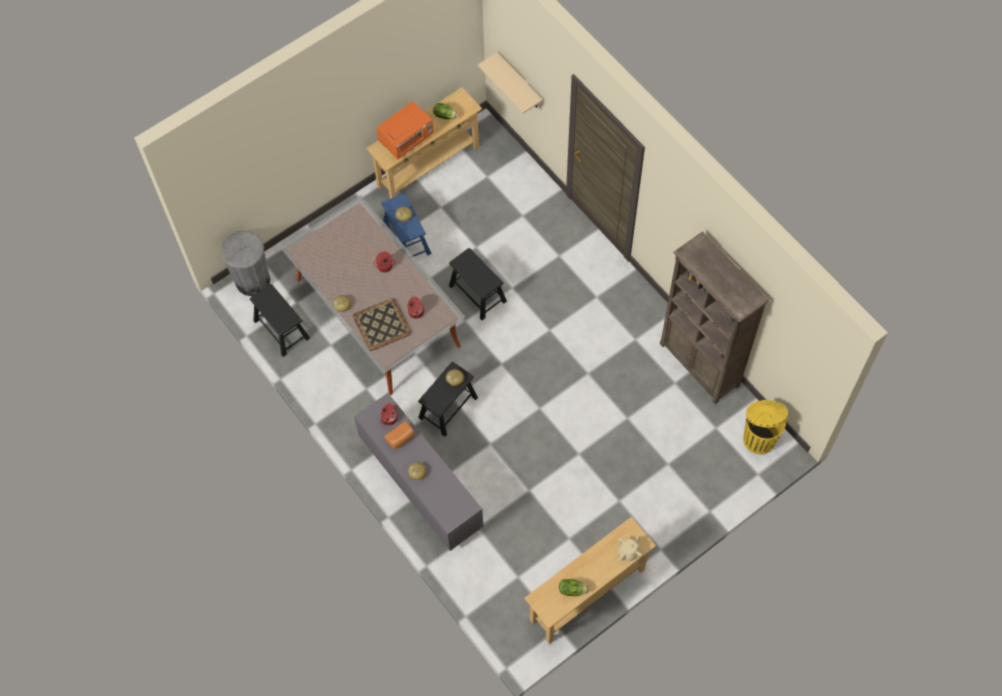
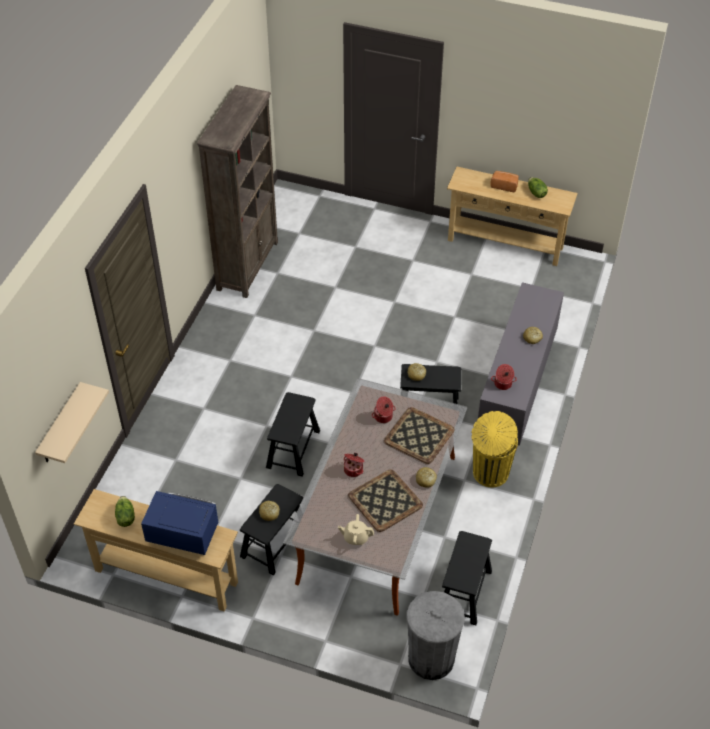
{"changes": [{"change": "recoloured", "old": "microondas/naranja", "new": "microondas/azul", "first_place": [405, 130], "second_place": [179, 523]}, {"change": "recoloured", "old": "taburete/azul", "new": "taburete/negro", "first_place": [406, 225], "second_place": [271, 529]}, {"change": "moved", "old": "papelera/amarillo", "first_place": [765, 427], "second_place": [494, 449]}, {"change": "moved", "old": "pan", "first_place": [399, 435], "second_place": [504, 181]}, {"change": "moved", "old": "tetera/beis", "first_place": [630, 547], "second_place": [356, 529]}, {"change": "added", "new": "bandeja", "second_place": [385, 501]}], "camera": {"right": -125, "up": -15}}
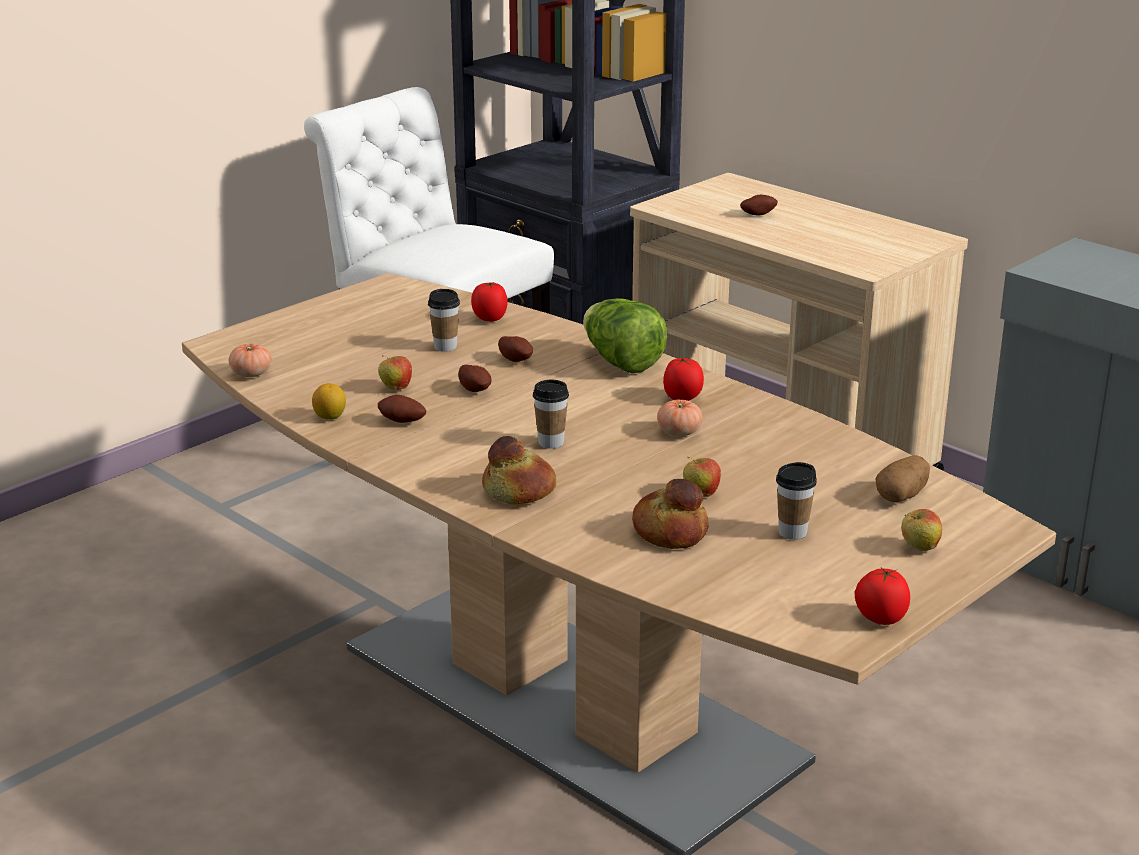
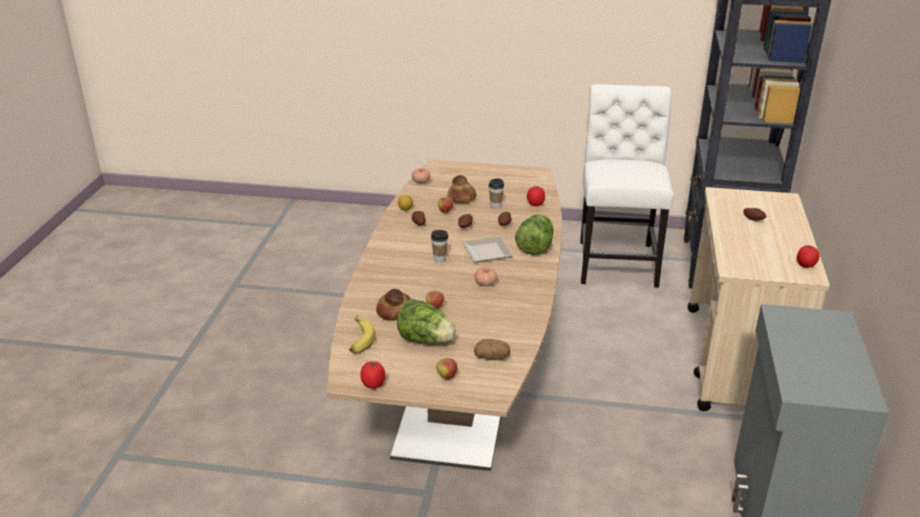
{"changes": [{"change": "moved", "old": "tomate", "first_place": [683, 379], "second_place": [808, 256]}, {"change": "moved", "old": "pan", "first_place": [519, 470], "second_place": [461, 189]}, {"change": "replaced", "old": "taza", "new": "lechuga", "first_place": [796, 501], "second_place": [426, 321]}, {"change": "added", "new": "plato", "second_place": [488, 249]}, {"change": "added", "new": "plátano", "second_place": [362, 334]}], "camera": {"right": 55, "up": 5}}
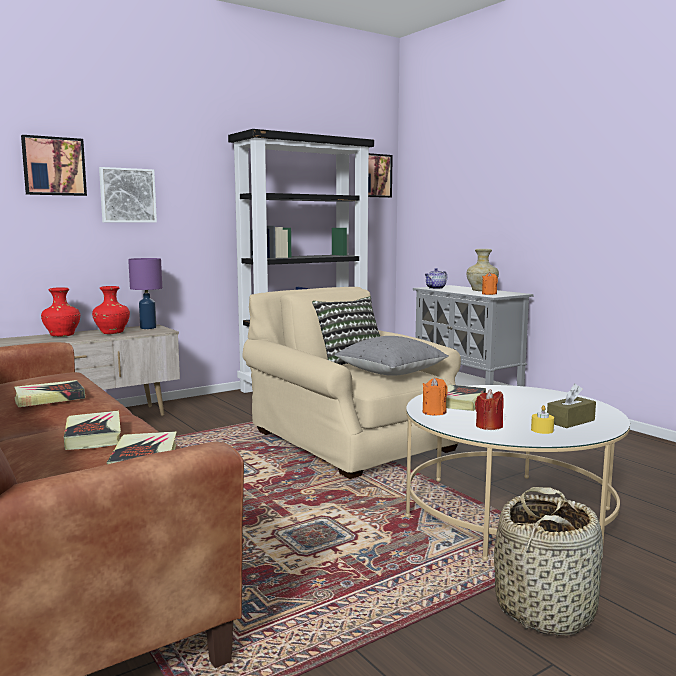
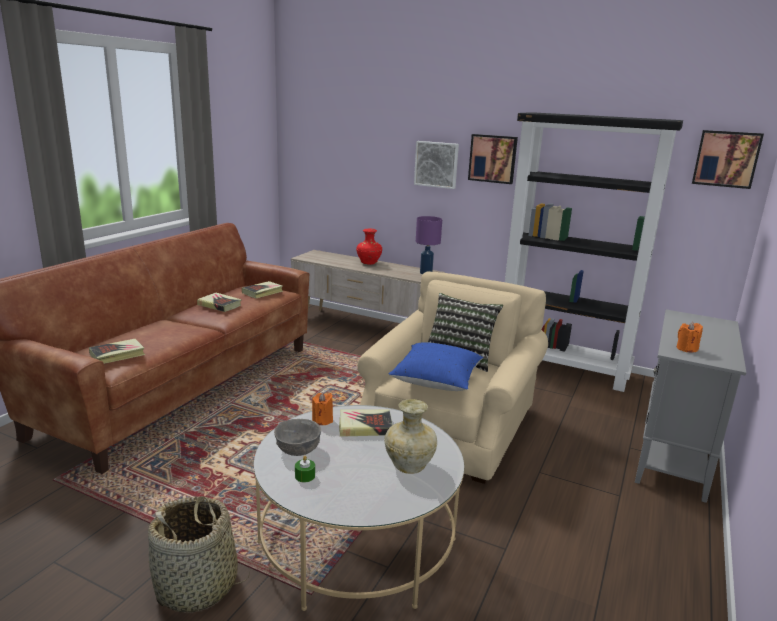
{"changes": [{"change": "moved", "old": "cuadro", "first_place": [54, 165], "second_place": [493, 159]}, {"change": "moved", "old": "florero/beis", "first_place": [482, 270], "second_place": [410, 436]}, {"change": "removed", "old": "tetera", "first_place": [436, 278]}, {"change": "removed", "old": "florero/rojo", "first_place": [111, 310]}, {"change": "recoloured", "old": "cojín/gris", "new": "cojín/azul", "first_place": [392, 356], "second_place": [436, 366]}, {"change": "removed", "old": "caja de pañuelos/marrón", "first_place": [571, 406]}, {"change": "replaced", "old": "vela/rojo", "new": "cuenco/gris", "first_place": [489, 409], "second_place": [297, 437]}, {"change": "recoloured", "old": "vela/amarillo", "new": "vela/verde", "first_place": [542, 419], "second_place": [305, 469]}, {"change": "moved", "old": "libro", "first_place": [92, 430], "second_place": [262, 289]}], "camera": {"right": 60, "up": 10}}
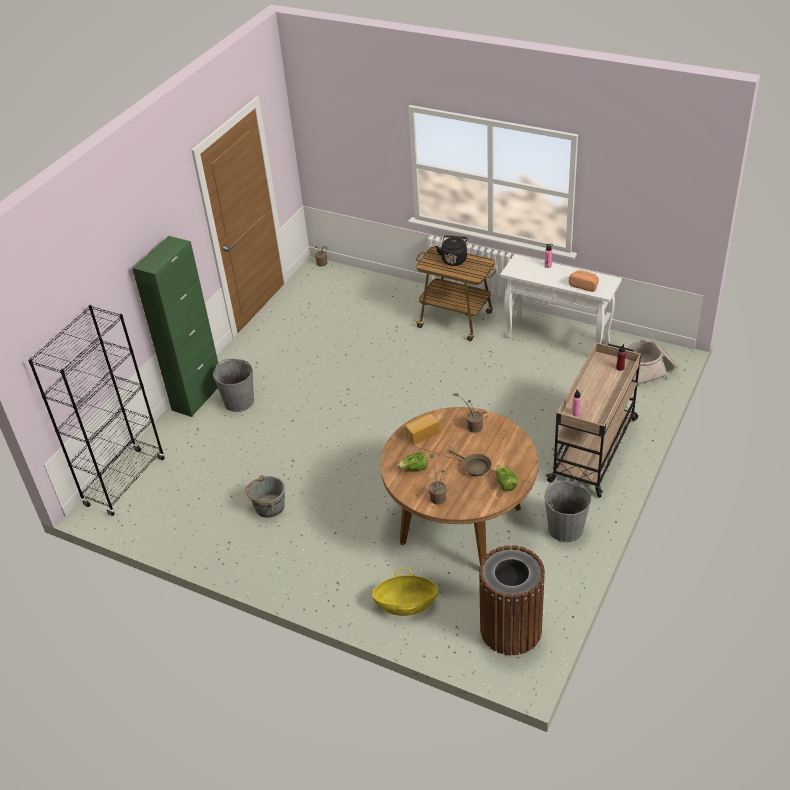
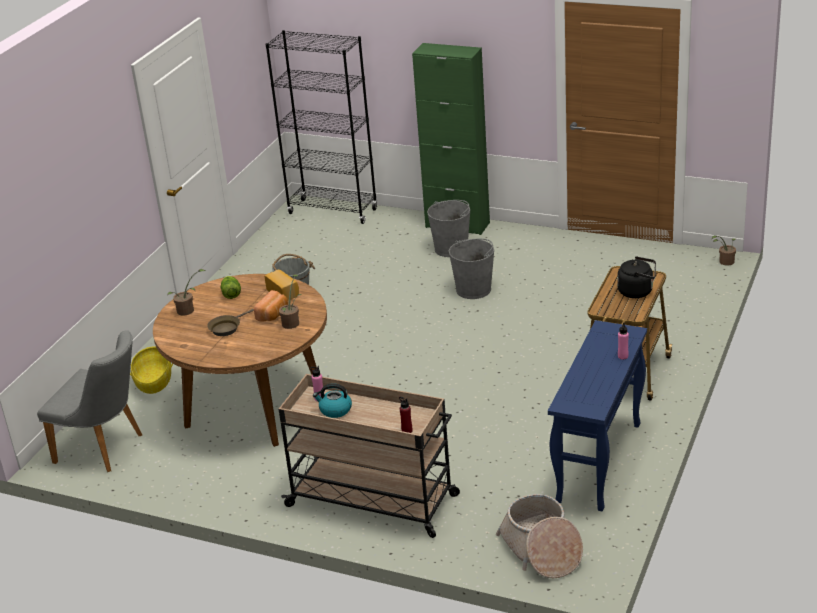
{"changes": [{"change": "recoloured", "old": "mesa consola/blanco", "new": "mesa consola/azul", "first_place": [561, 299], "second_place": [597, 415]}, {"change": "moved", "old": "pan", "first_place": [584, 281], "second_place": [271, 306]}, {"change": "removed", "old": "lechuga", "first_place": [507, 478]}, {"change": "moved", "old": "cubo/gris", "first_place": [567, 511], "second_place": [471, 268]}, {"change": "replaced", "old": "papelera/marrón", "new": "silla/gris", "first_place": [512, 600], "second_place": [89, 401]}, {"change": "added", "new": "hervidor", "second_place": [332, 400]}], "camera": {"right": 85, "up": -10}}
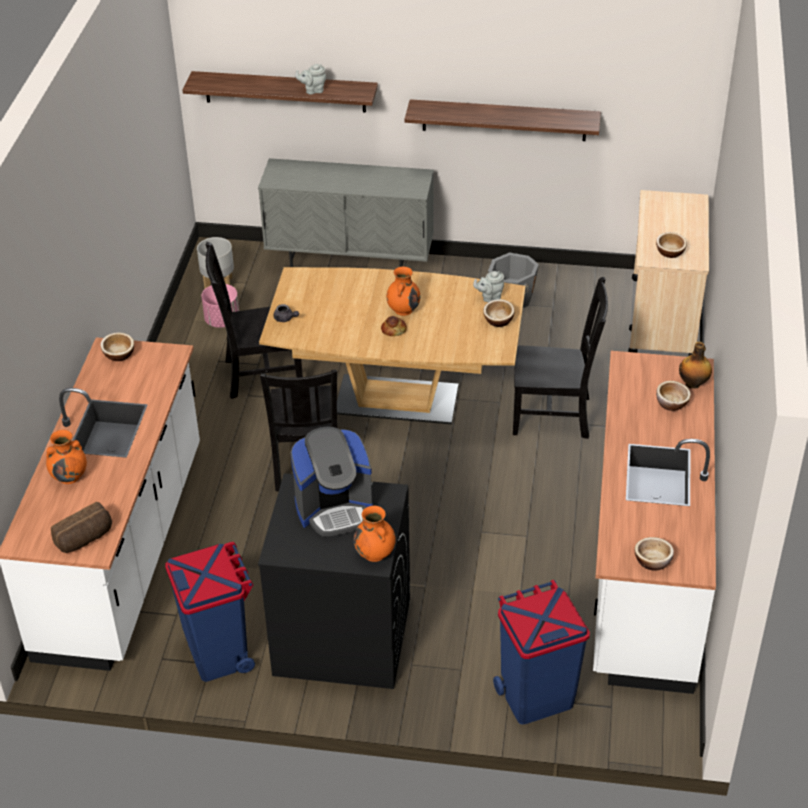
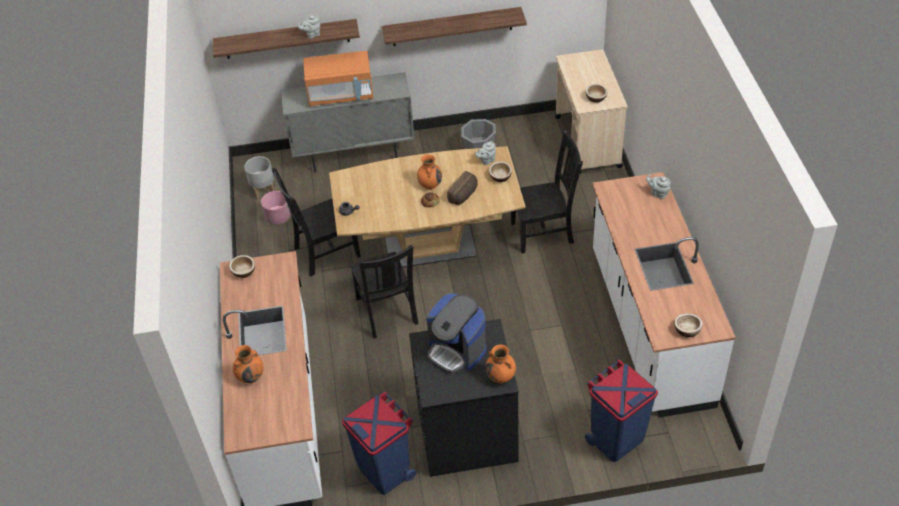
{"changes": [{"change": "replaced", "old": "botella", "new": "tetera/gris", "first_place": [695, 365], "second_place": [658, 186]}, {"change": "removed", "old": "cuenco", "first_place": [673, 396]}, {"change": "turned", "old": "cafetera", "first_place": [332, 481], "second_place": [456, 333], "degrees": 75}, {"change": "moved", "old": "pan", "first_place": [81, 527], "second_place": [462, 188]}, {"change": "added", "new": "microondas/naranja", "second_place": [338, 78]}], "camera": {"right": -15, "up": 5}}
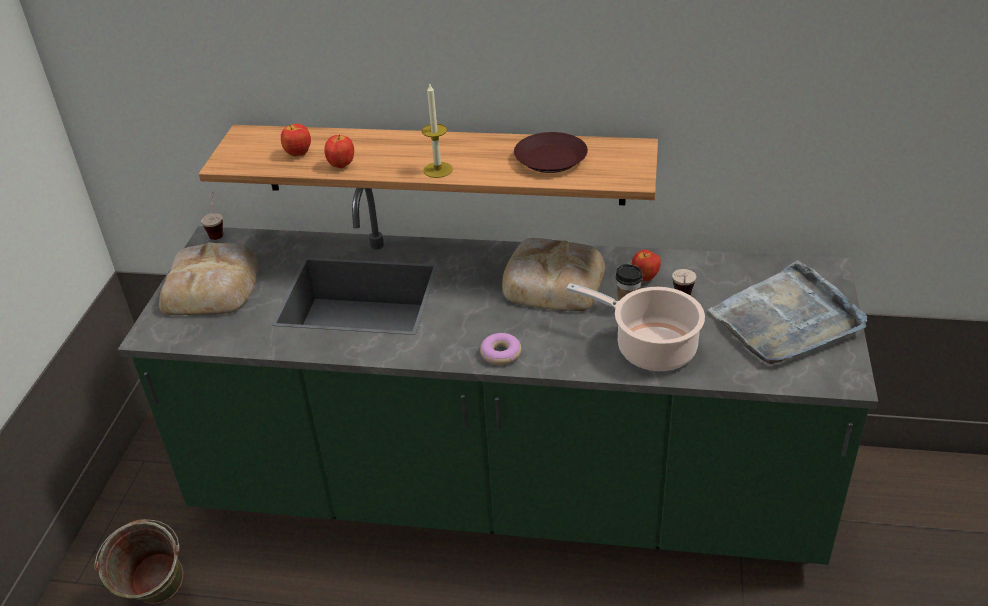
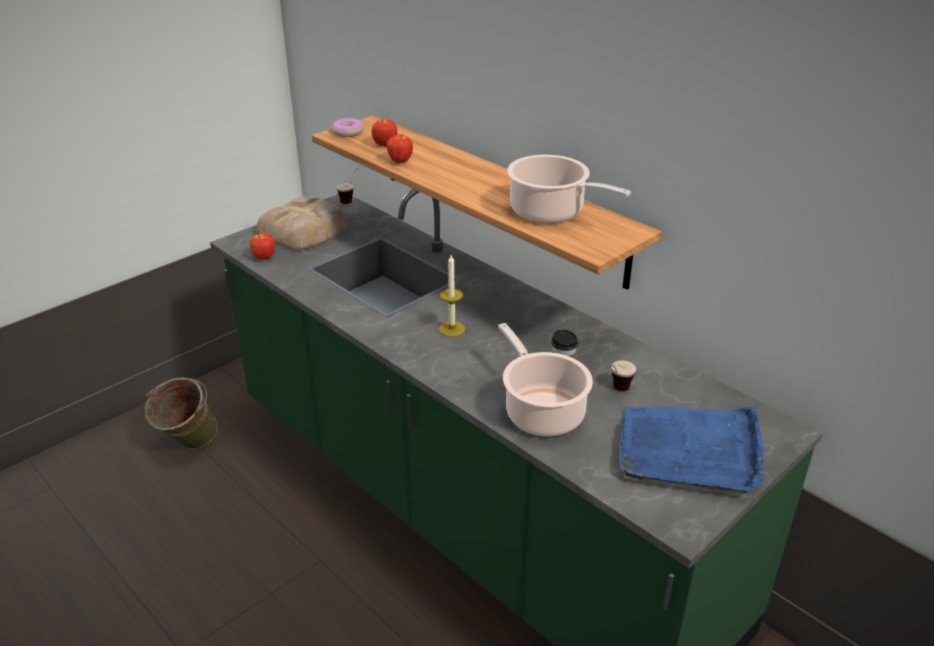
{"changes": [{"change": "moved", "old": "vela", "first_place": [437, 131], "second_place": [452, 296]}, {"change": "replaced", "old": "plato/marrón", "new": "olla", "first_place": [551, 152], "second_place": [569, 189]}, {"change": "removed", "old": "pan", "first_place": [553, 274]}, {"change": "moved", "old": "manzana", "first_place": [646, 265], "second_place": [262, 246]}, {"change": "recoloured", "old": "bandeja/gris", "new": "bandeja/azul", "first_place": [787, 312], "second_place": [691, 450]}, {"change": "moved", "old": "rosquilla", "first_place": [500, 349], "second_place": [347, 127]}], "camera": {"right": 35, "up": -5}}
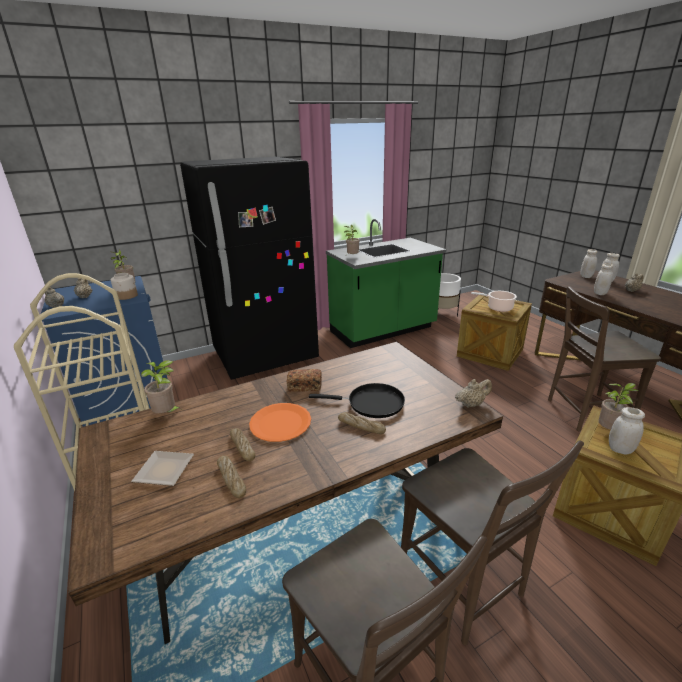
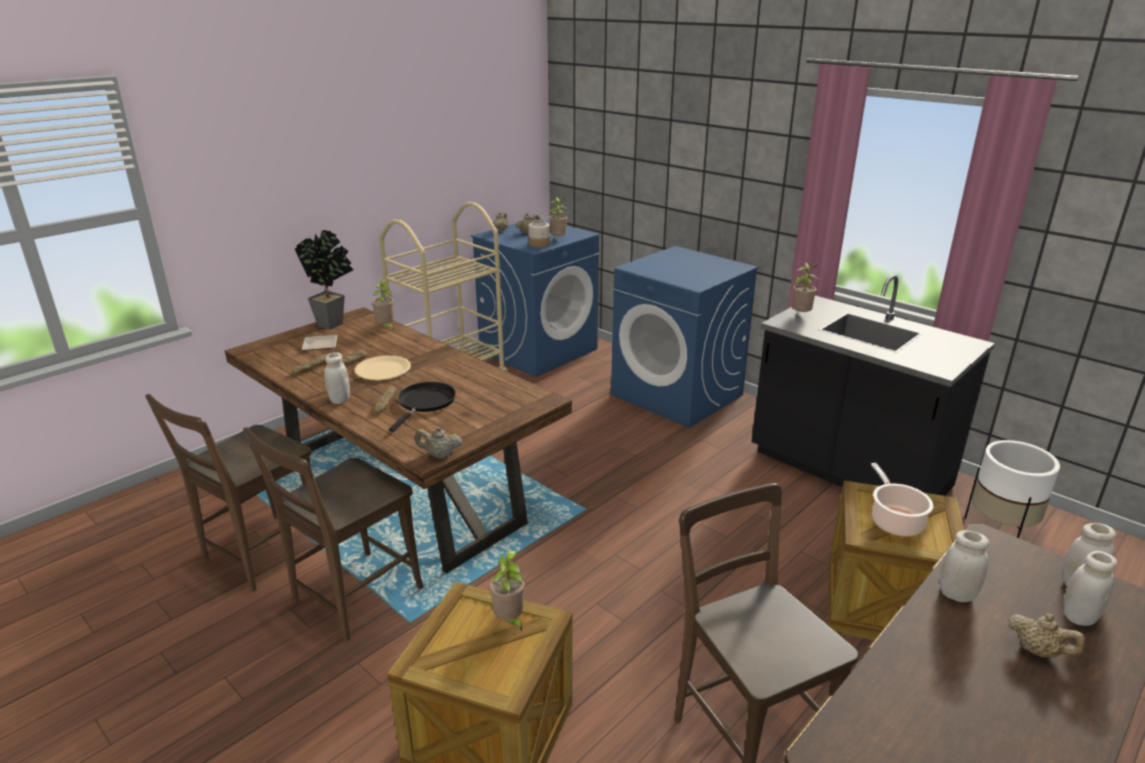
{"changes": [{"change": "replaced", "old": "nevera/negro", "new": "lavadora/azul", "first_place": [249, 268], "second_place": [685, 337]}, {"change": "recoloured", "old": "mueble bajo de cocina/verde", "new": "mueble bajo de cocina/negro", "first_place": [386, 283], "second_place": [873, 385]}, {"change": "removed", "old": "pan", "first_place": [304, 380]}, {"change": "turned", "old": "tetera/beis", "first_place": [473, 393], "second_place": [438, 443], "degrees": 135}, {"change": "turned", "old": "sartén/negro", "first_place": [357, 400], "second_place": [422, 407], "degrees": -150}, {"change": "recoloured", "old": "plato/naranja", "new": "plato/beis", "first_place": [280, 422], "second_place": [383, 368]}, {"change": "moved", "old": "tarro/blanco", "first_place": [627, 430], "second_place": [337, 378]}, {"change": "added", "new": "planta en maceta", "second_place": [324, 280]}], "camera": {"right": 70, "up": 0}}
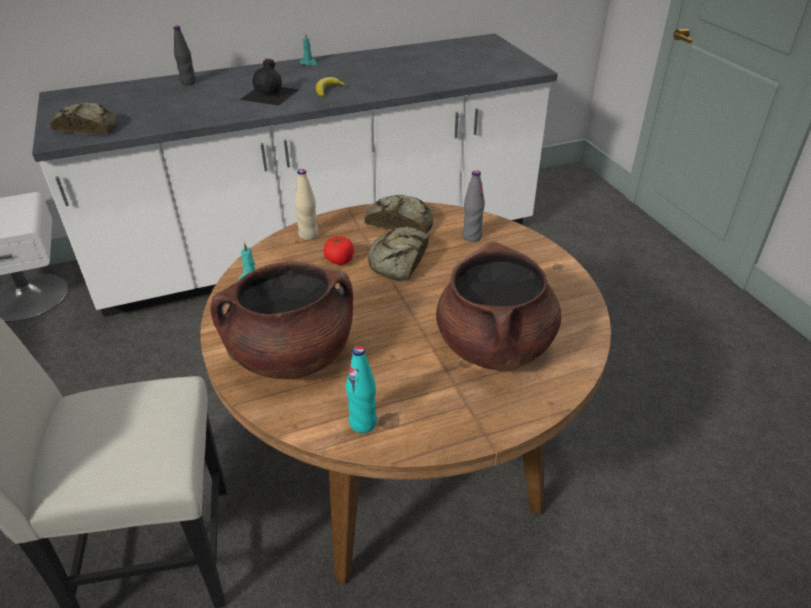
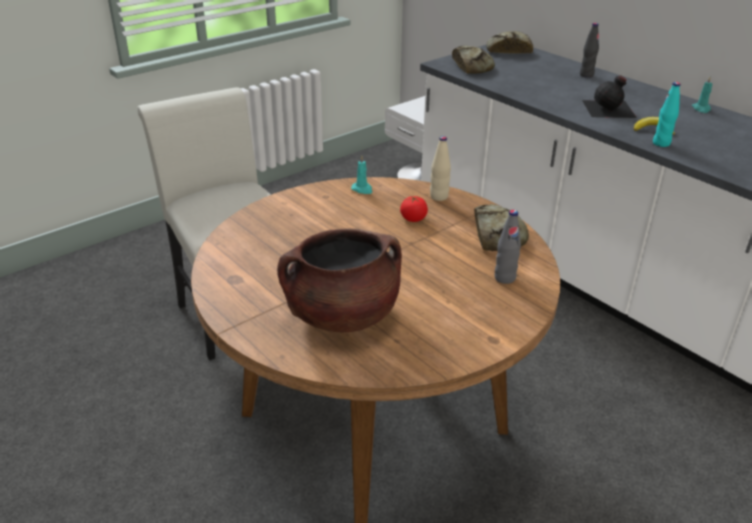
{"changes": [{"change": "moved", "old": "pan", "first_place": [398, 253], "second_place": [509, 42]}, {"change": "removed", "old": "olla/marrón", "first_place": [281, 320]}, {"change": "moved", "old": "botella/turquesa", "first_place": [361, 389], "second_place": [666, 114]}], "camera": {"right": 70, "up": -5}}
